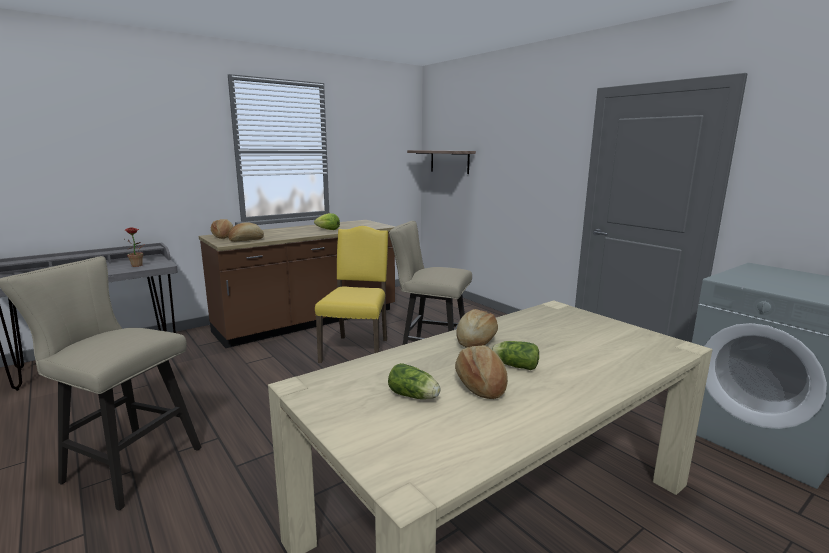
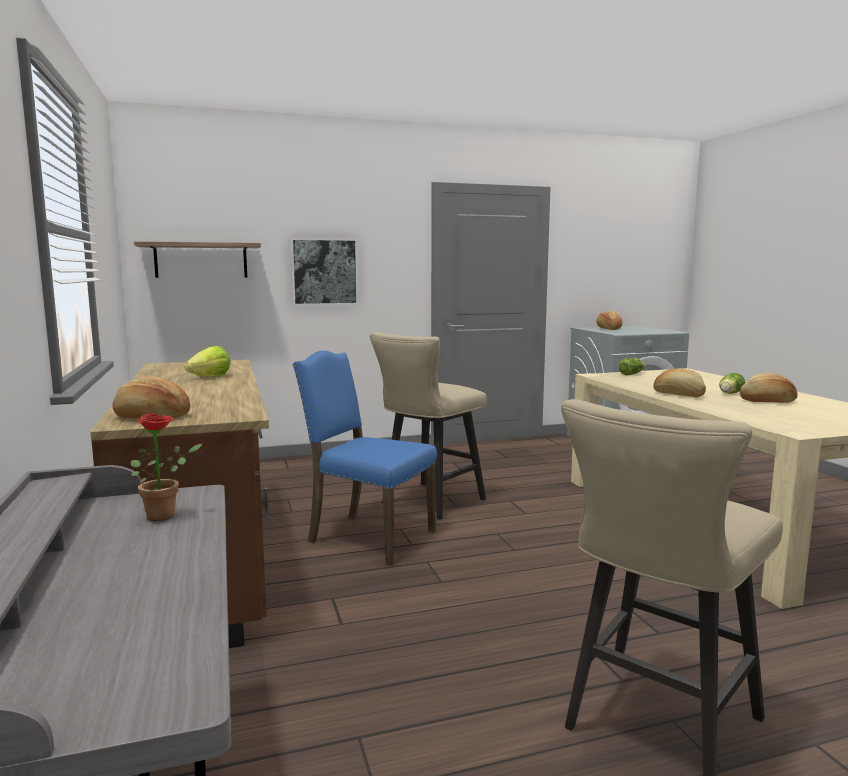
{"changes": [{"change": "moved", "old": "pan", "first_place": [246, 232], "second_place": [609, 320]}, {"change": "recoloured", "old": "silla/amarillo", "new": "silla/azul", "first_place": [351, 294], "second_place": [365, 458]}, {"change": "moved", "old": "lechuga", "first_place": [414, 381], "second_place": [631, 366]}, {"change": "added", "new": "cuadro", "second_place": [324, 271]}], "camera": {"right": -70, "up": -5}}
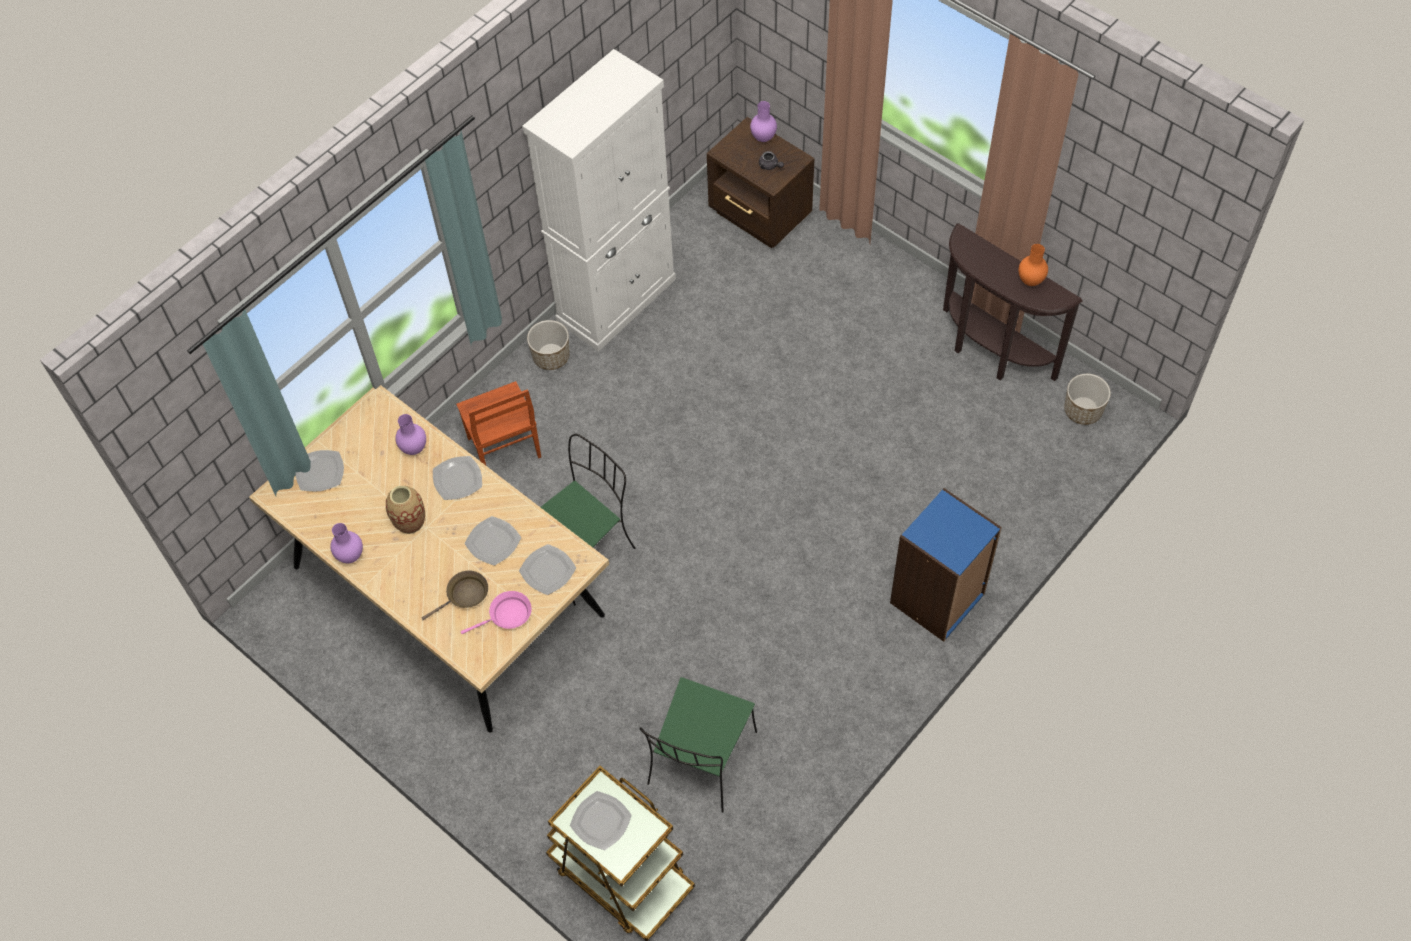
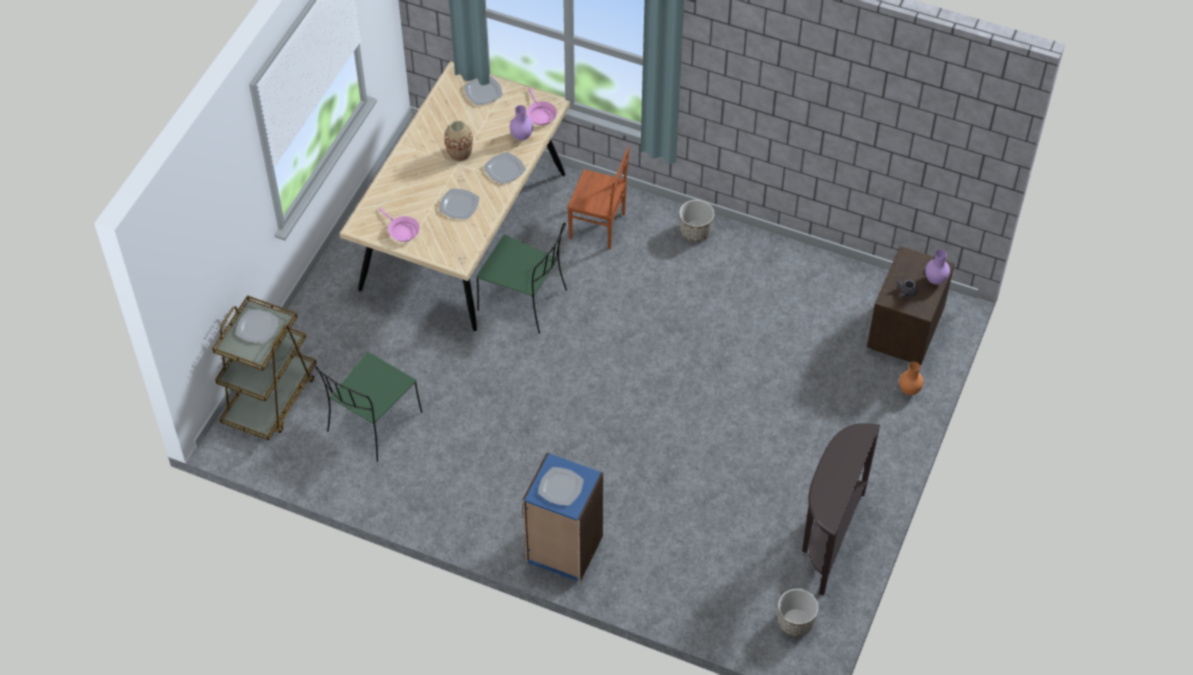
{"changes": [{"change": "removed", "old": "armario/blanco", "first_place": [599, 200]}, {"change": "moved", "old": "florero/naranja", "first_place": [1033, 265], "second_place": [911, 378]}, {"change": "turned", "old": "silla/marrón", "first_place": [498, 423], "second_place": [598, 198], "degrees": -120}, {"change": "removed", "old": "florero/morado", "first_place": [346, 543]}, {"change": "moved", "old": "plato", "first_place": [547, 569], "second_place": [561, 486]}, {"change": "removed", "old": "sartén/marrón", "first_place": [455, 595]}, {"change": "turned", "old": "silla/verde", "first_place": [698, 745], "second_place": [368, 407], "degrees": -60}, {"change": "added", "new": "sartén/rosa", "second_place": [542, 106]}], "camera": {"right": 70, "up": -5}}
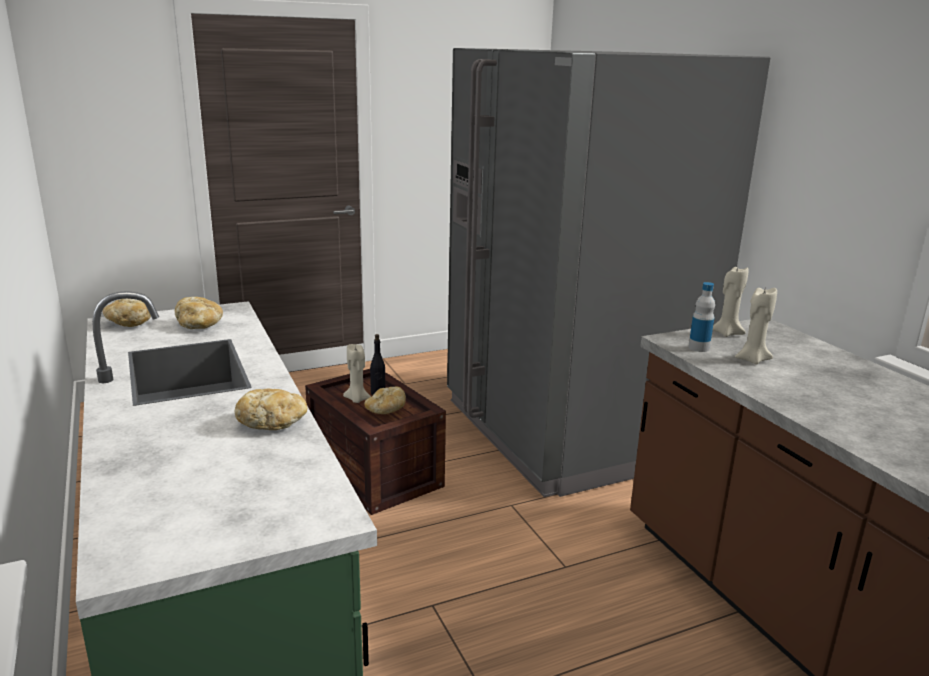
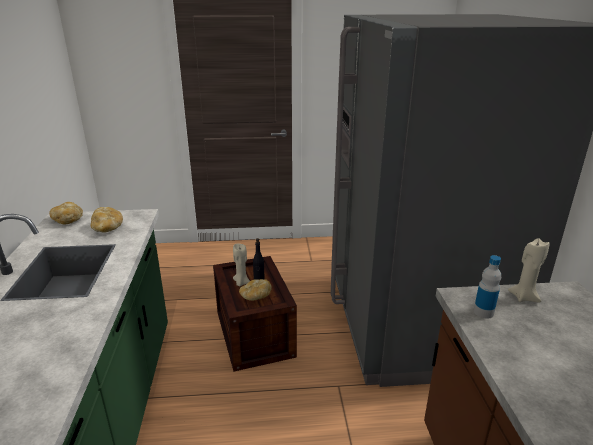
{"changes": [{"change": "removed", "old": "vela/beis", "first_place": [756, 325]}, {"change": "removed", "old": "pan", "first_place": [271, 409]}], "camera": {"right": 20, "up": 5}}
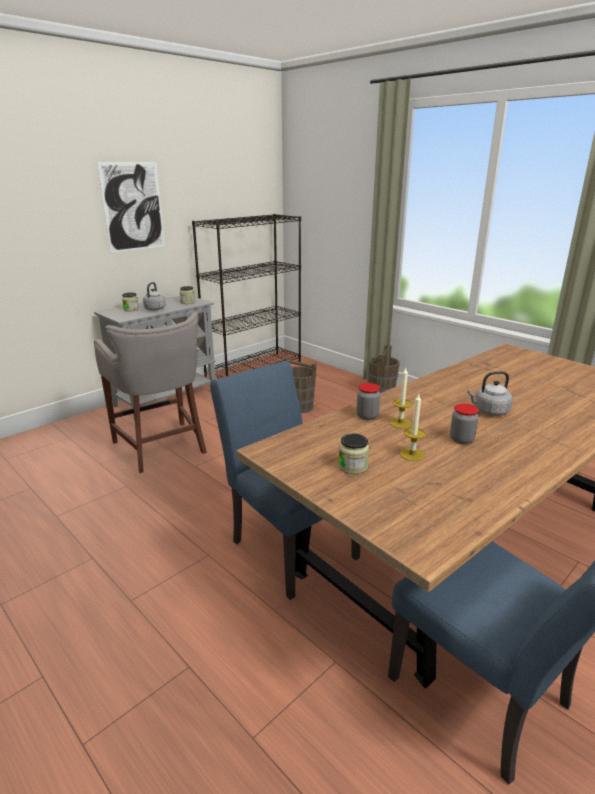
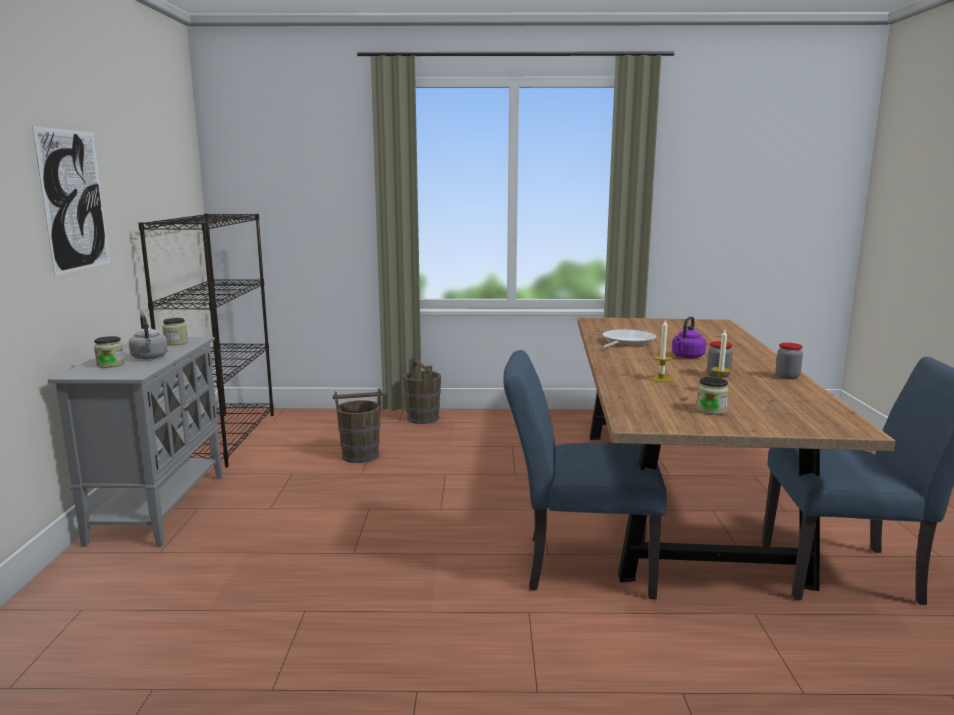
{"changes": [{"change": "removed", "old": "taburete/gris", "first_place": [150, 392]}, {"change": "recoloured", "old": "hervidor/gris", "new": "hervidor/morado", "first_place": [490, 393], "second_place": [689, 337]}, {"change": "moved", "old": "tarro", "first_place": [368, 401], "second_place": [789, 361]}, {"change": "added", "new": "sartén", "second_place": [628, 338]}], "camera": {"right": -45, "up": -10}}
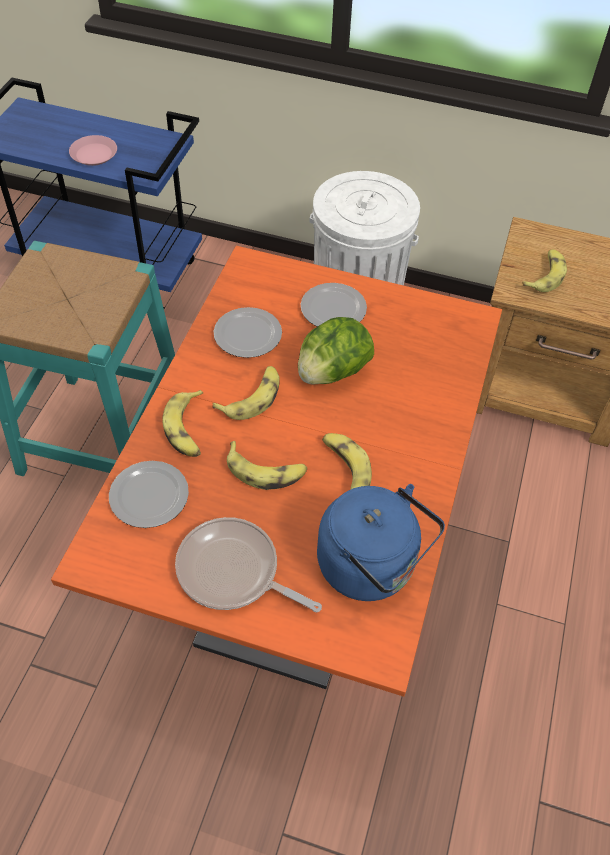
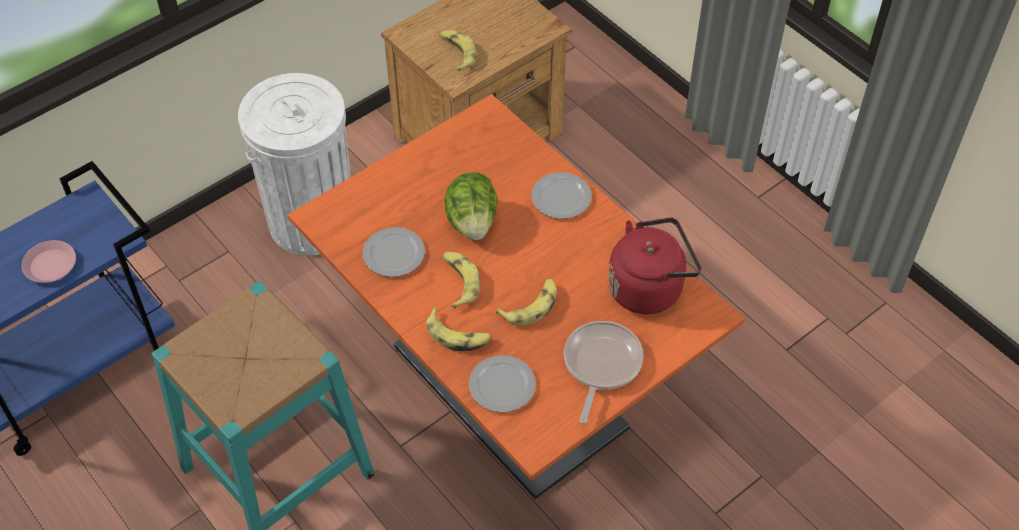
{"changes": [{"change": "moved", "old": "plato", "first_place": [333, 305], "second_place": [561, 195]}, {"change": "removed", "old": "plátano", "first_place": [347, 461]}, {"change": "recoloured", "old": "hervidor/azul", "new": "hervidor/rojo", "first_place": [381, 542], "second_place": [654, 265]}, {"change": "turned", "old": "sartén", "first_place": [248, 564], "second_place": [604, 372], "degrees": 135}], "camera": {"right": -55, "up": 0}}
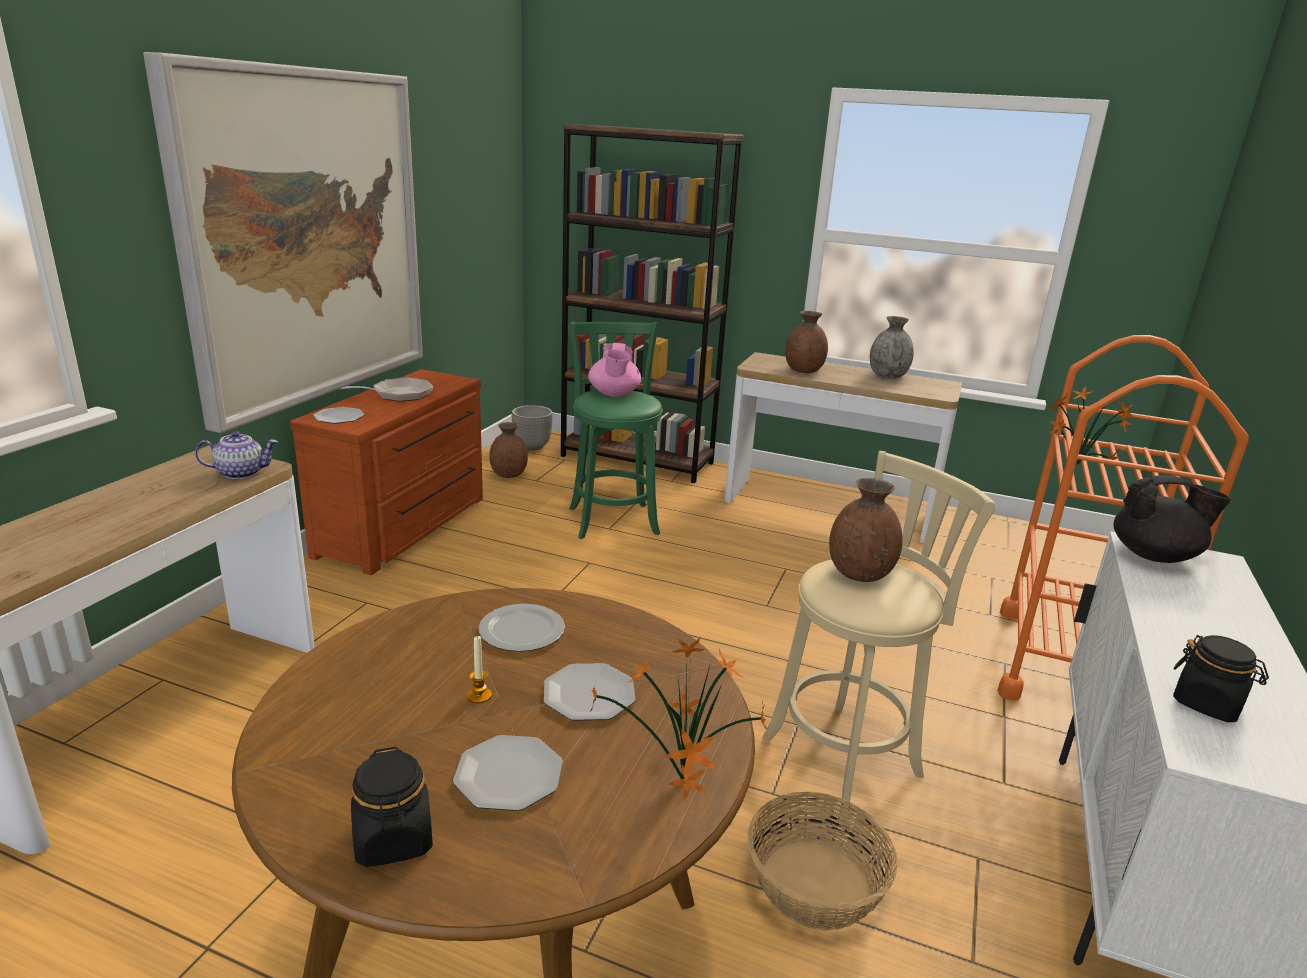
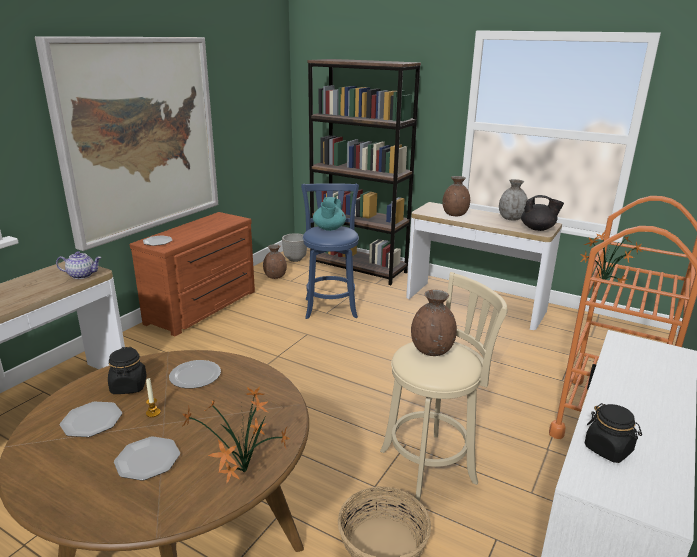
{"changes": [{"change": "recoloured", "old": "taburete/verde", "new": "taburete/azul", "first_place": [615, 430], "second_place": [330, 251]}, {"change": "recoloured", "old": "tetera/rosa", "new": "tetera/turquesa", "first_place": [614, 370], "second_place": [329, 214]}, {"change": "removed", "old": "sartén", "first_place": [387, 390]}, {"change": "moved", "old": "tetera/negro", "first_place": [1172, 519], "second_place": [542, 213]}, {"change": "moved", "old": "plato", "first_place": [590, 692], "second_place": [91, 419]}, {"change": "moved", "old": "tarro/negro", "first_place": [392, 807], "second_place": [127, 370]}], "camera": {"right": 10, "up": 0}}
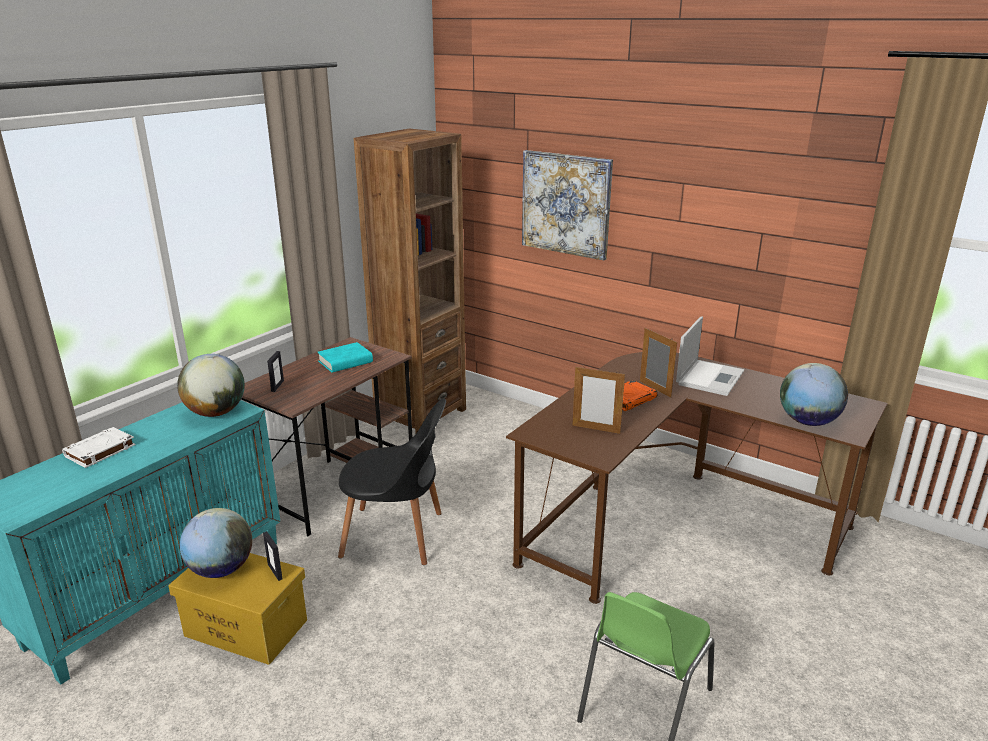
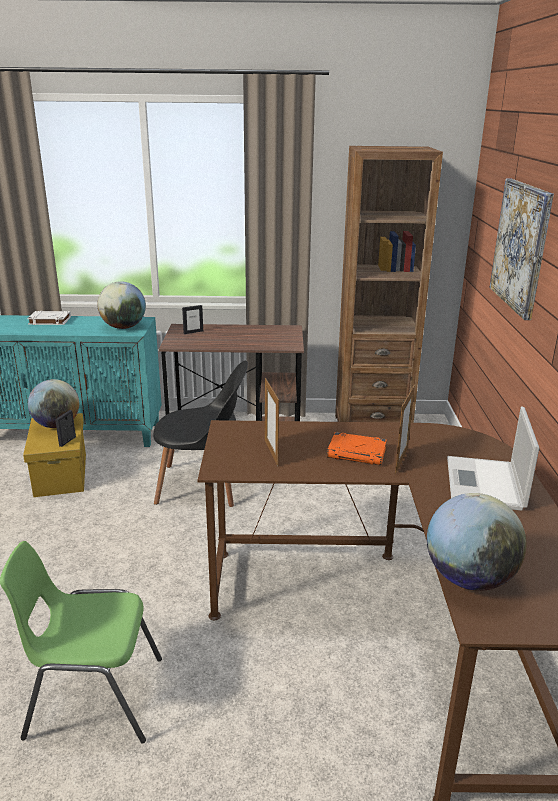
{"changes": [{"change": "turned", "old": "portátil", "first_place": [710, 356], "second_place": [493, 458], "degrees": 105}, {"change": "removed", "old": "libro/turquesa", "first_place": [345, 357]}, {"change": "turned", "old": "silla/negro", "first_place": [392, 481], "second_place": [200, 434], "degrees": -60}], "camera": {"right": 55, "up": 0}}
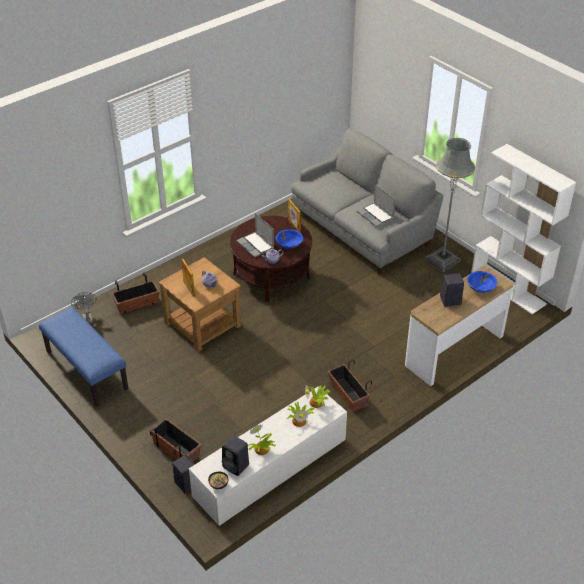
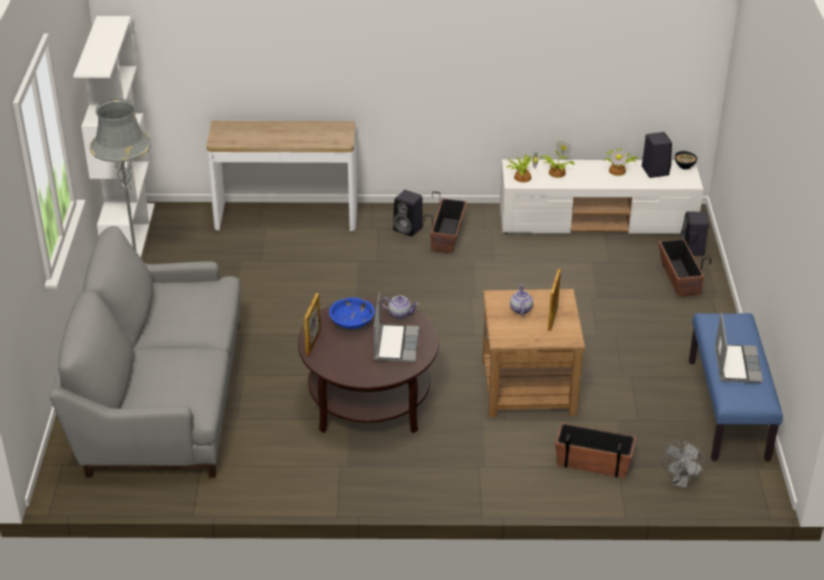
{"changes": [{"change": "moved", "old": "portátil", "first_place": [376, 205], "second_place": [739, 348]}, {"change": "removed", "old": "cuenco/azul", "first_place": [482, 282]}, {"change": "moved", "old": "altavoz/negro", "first_place": [452, 290], "second_place": [408, 213]}], "camera": {"right": -140, "up": -5}}
